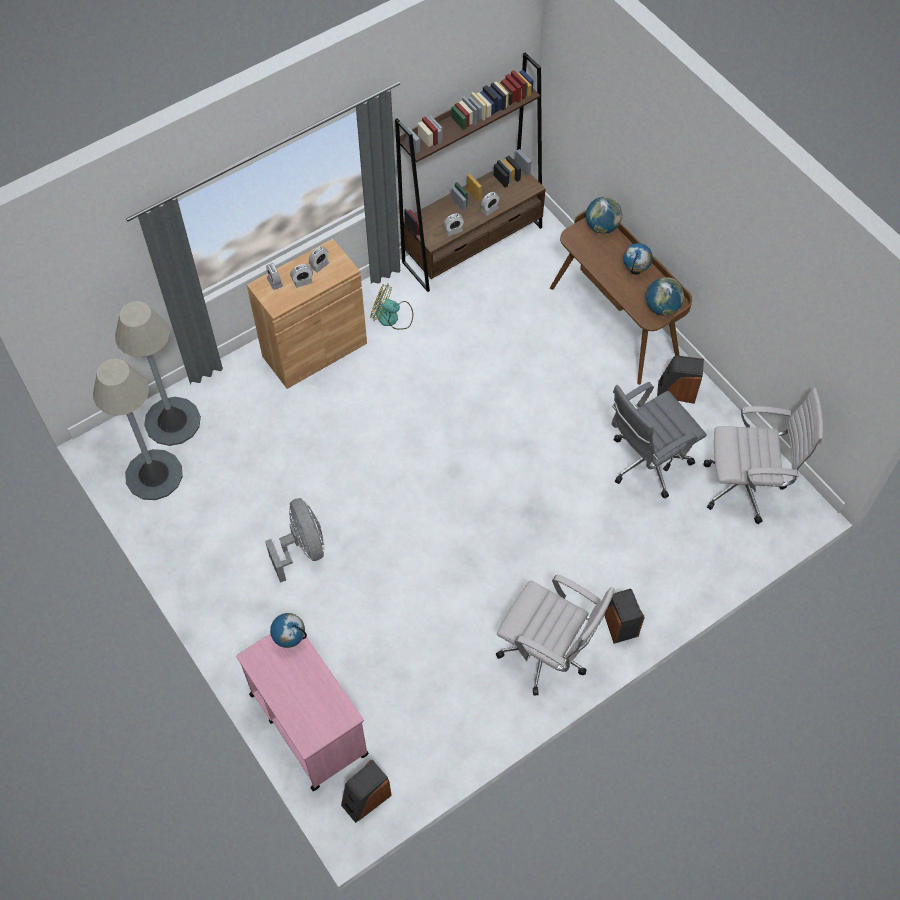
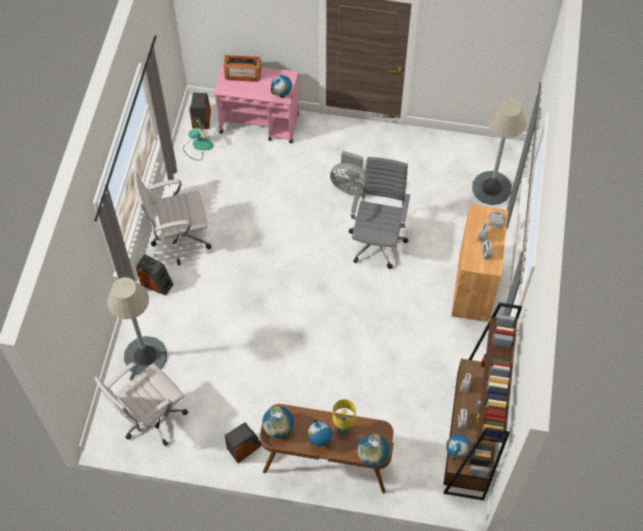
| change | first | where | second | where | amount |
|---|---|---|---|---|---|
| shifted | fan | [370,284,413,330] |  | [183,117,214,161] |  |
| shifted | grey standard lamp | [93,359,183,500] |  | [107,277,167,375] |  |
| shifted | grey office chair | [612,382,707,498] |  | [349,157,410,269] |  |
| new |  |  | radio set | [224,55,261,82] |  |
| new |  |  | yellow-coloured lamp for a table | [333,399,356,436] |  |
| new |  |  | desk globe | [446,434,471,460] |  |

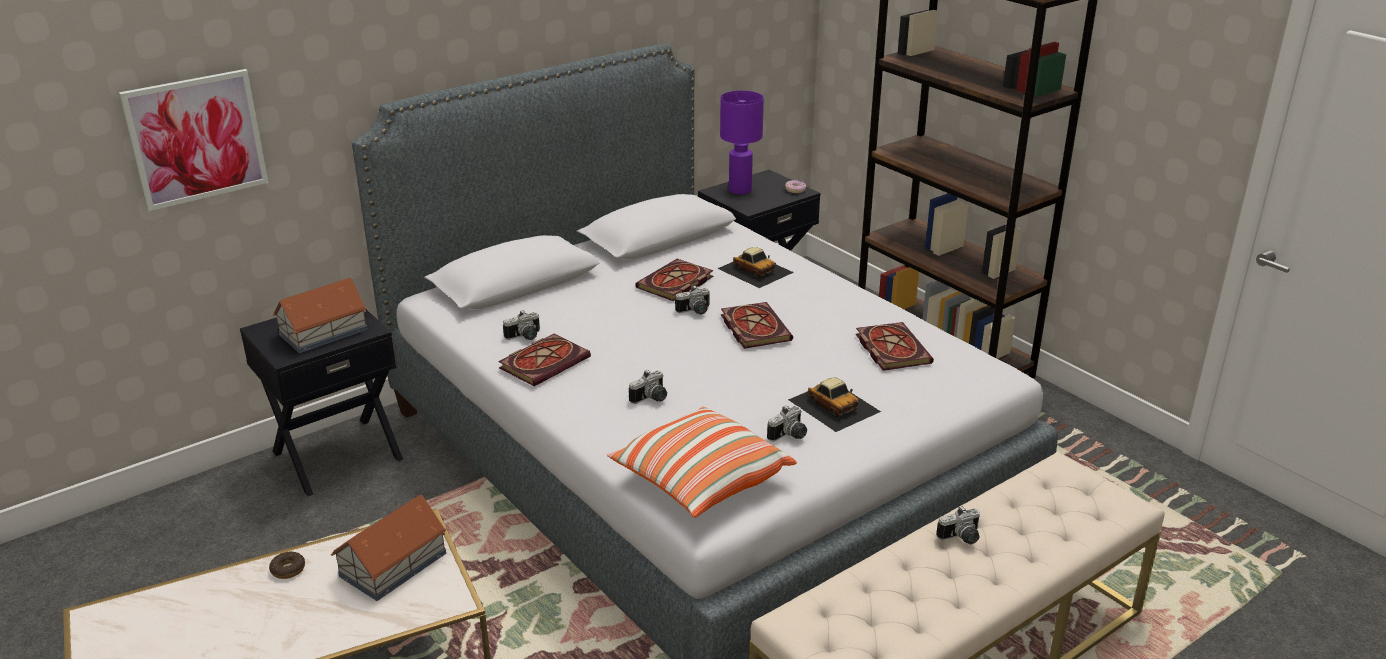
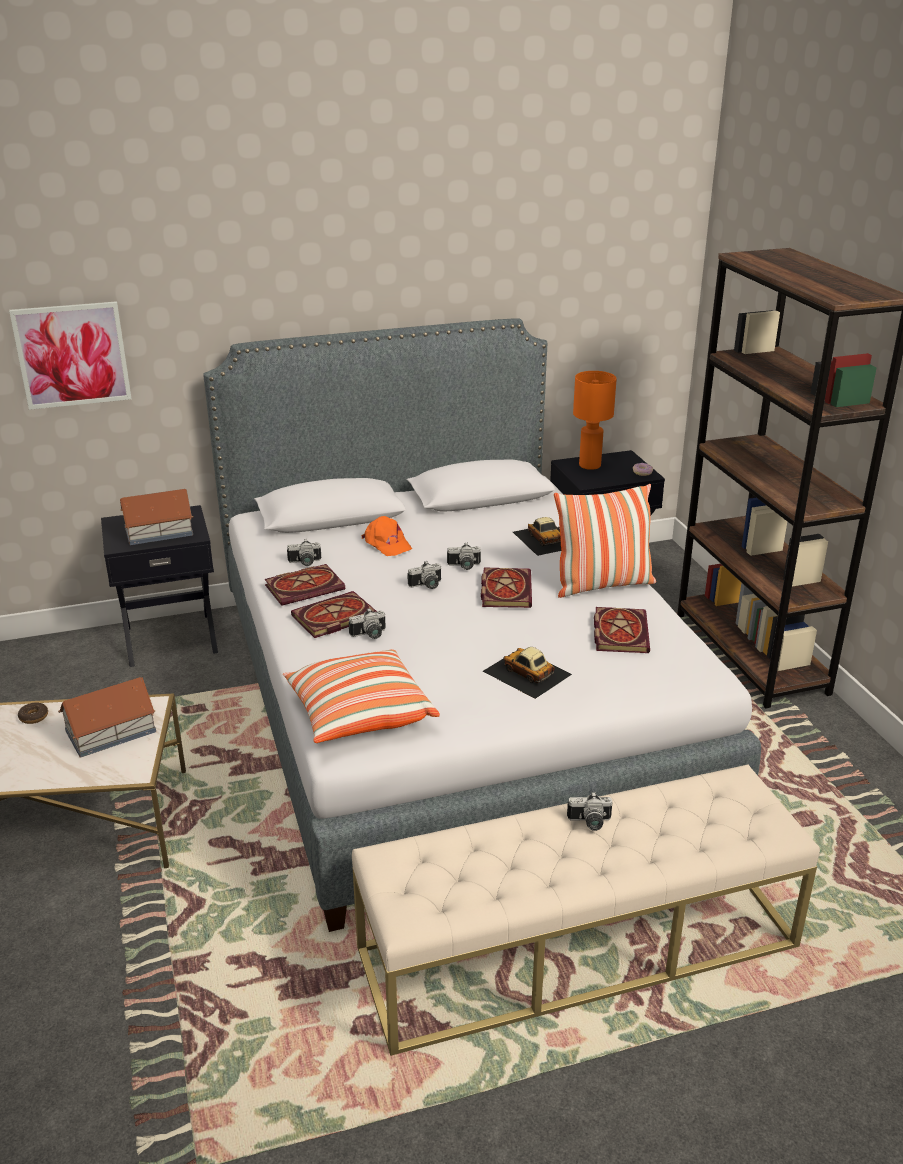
| change | first | where | second | where | amount |
|---|---|---|---|---|---|
| repainted | purple-coloured lamp for a table | [720,90,764,195] | orangey lamp for a table | [573,371,617,470] |  |
| shifted | volume | [635,259,714,301] |  | [291,591,377,638] |  |
| rotated | toy car | [788,377,881,432] |  | [483,647,572,699] | 150 degrees clockwise |
| shifted | photo camera | [767,405,807,442] |  | [408,561,441,589] |  |
| new |  |  | cushion | [554,484,656,598] |  |
| new |  |  | orangey peaked cap | [361,516,412,556] |  |

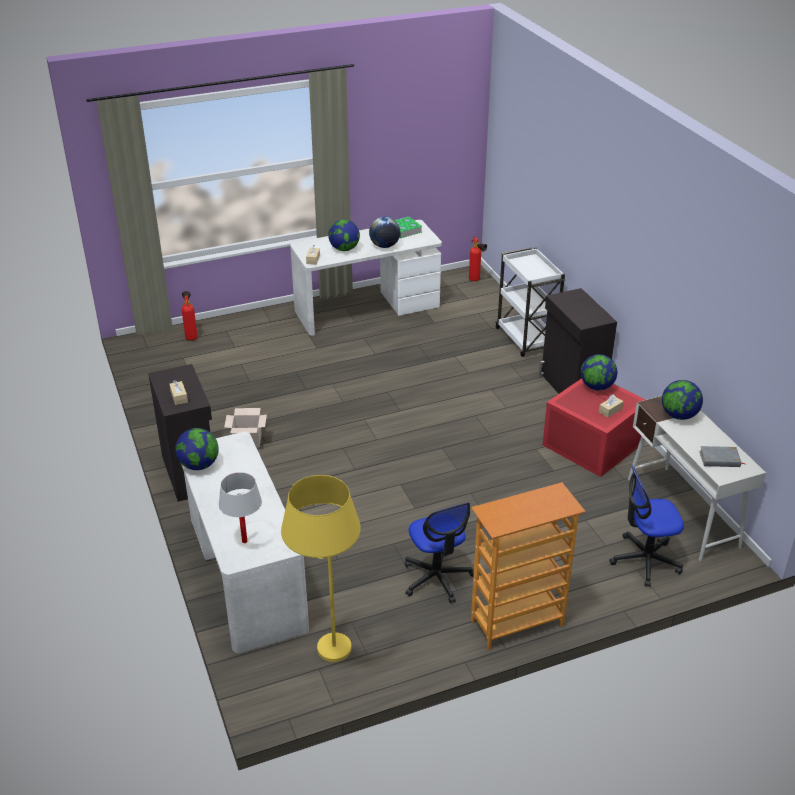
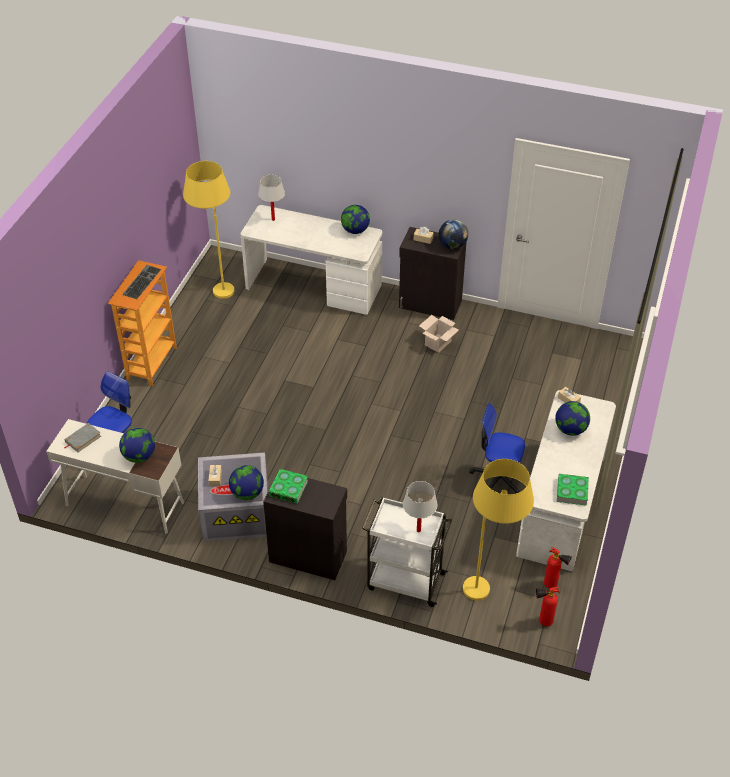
| change | first | where | second | where | amount |
|---|---|---|---|---|---|
| shifted | desk globe | [369,217,400,248] |  | [439,219,468,249] |  |
| shifted | fire extinguisher | [182,291,198,341] |  | [544,547,572,588] |  |
| repainted | reddish storage box | [543,378,646,477] | grey storage box | [198,452,268,542] |  |
| shifted | office chair | [405,502,474,604] |  | [469,403,526,494] |  |
| new |  |  | keyboard | [122,265,161,299] |  |
| new |  |  | yellow-coloured standard lamp | [463,459,534,601] |  |
| new |  |  | volume | [269,469,308,503] |  |
| new |  |  | whitish lamp for a table | [403,481,438,532] |  |

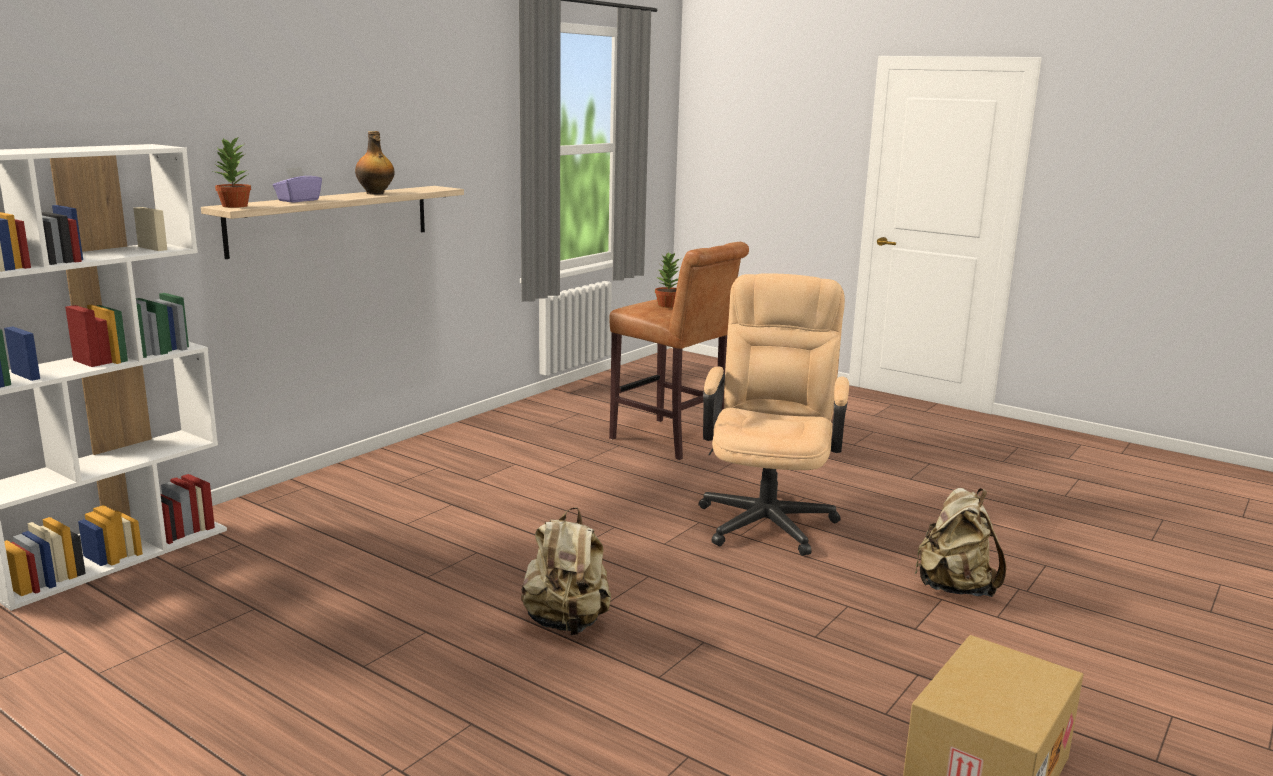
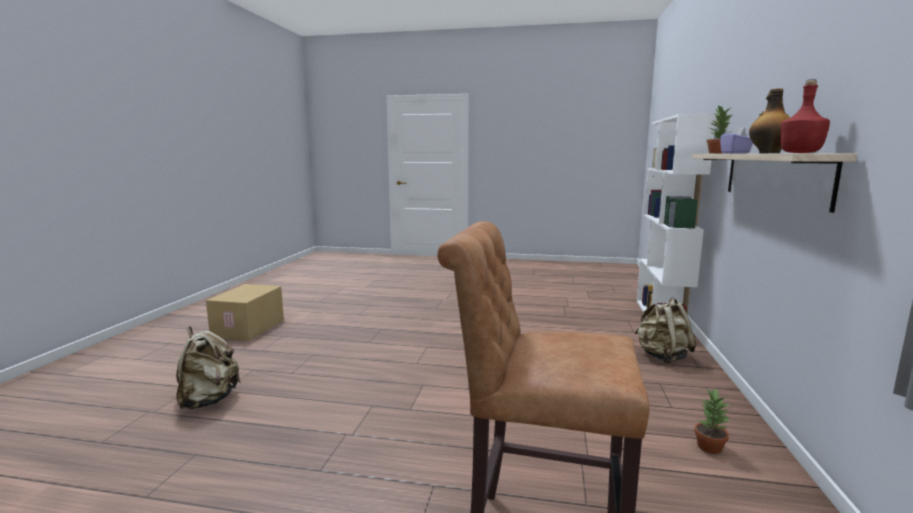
| change | first | where | second | where | amount |
|---|---|---|---|---|---|
| shifted | plant in a pot | [655,253,680,308] |  | [694,388,730,454] |  |
| gone | beige office chair | [699,274,849,556] |  |  |  |
| shifted | beige rucksack | [521,507,611,635] |  | [635,298,697,363] |  |
| new |  |  | reddish drink bottle | [780,79,830,153] |  |

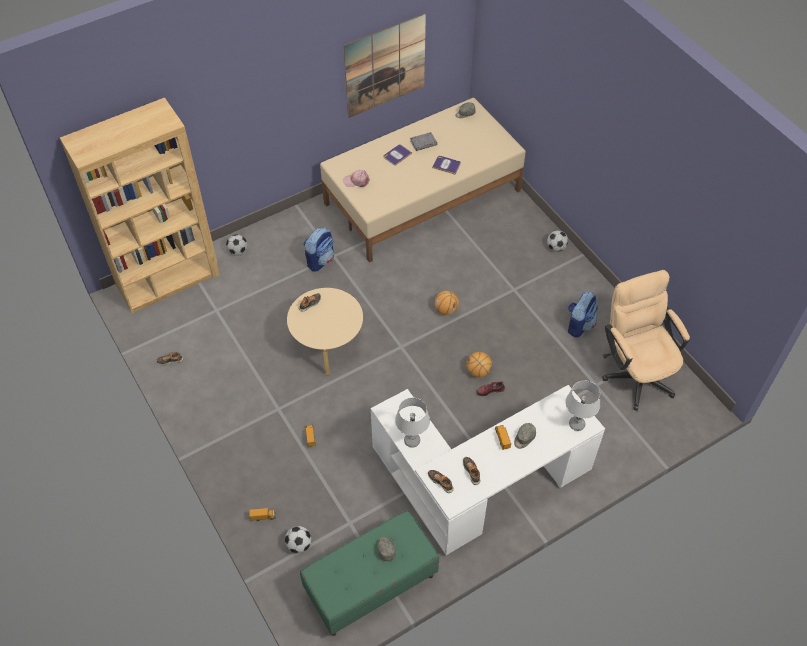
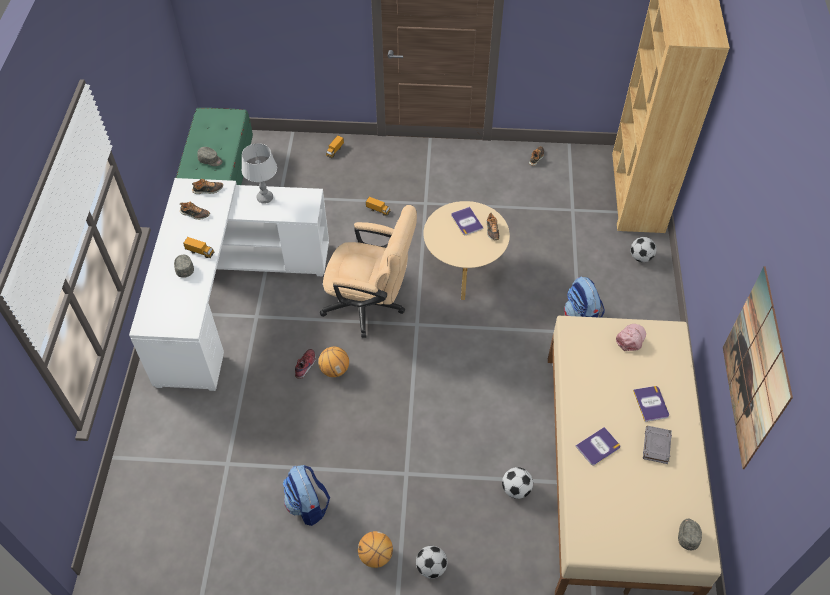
| change | first | where | second | where | amount |
|---|---|---|---|---|---|
| shifted | beige office chair | [602,270,690,411] |  | [320,205,417,338] |  |
| shifted | ball for basketball | [434,291,459,315] |  | [358,531,393,568] |  |
| gone | grey lamp for a table | [566,381,600,431] |  |  |  |
| shifted | football ball | [285,526,311,553] |  | [502,467,533,499] |  |
| new |  |  | volume | [451,207,484,235] |  |

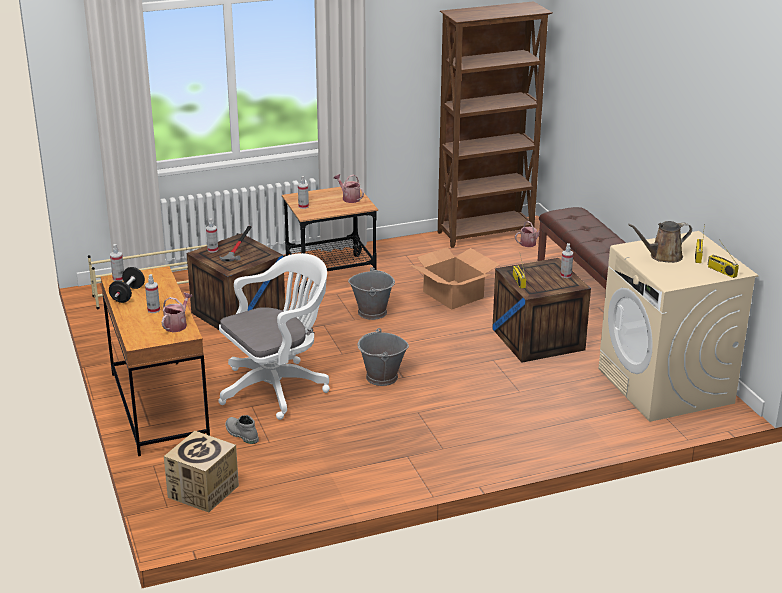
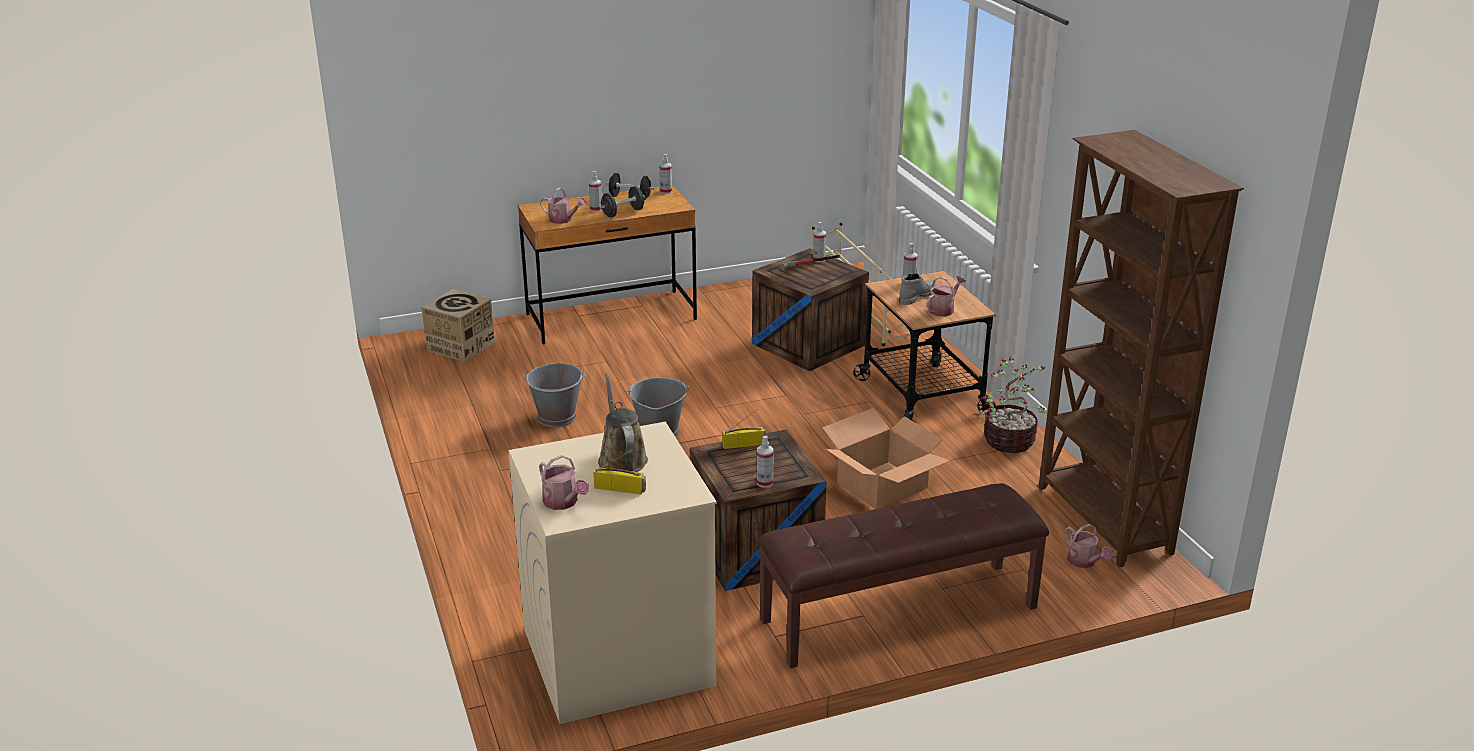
| change | first | where | second | where | amount |
|---|---|---|---|---|---|
| swapped | radio set | [708,239,739,278] | watering pot | [539,455,589,510] |  |
| gone | whitish office chair | [218,253,330,420] |  |  |  |
| shifted | grey bucket | [348,267,395,320] |  | [523,363,585,427] |  |
| shifted | grey tall boot | [225,415,259,444] |  | [899,273,937,305] |  |
| new |  |  | black-coloured dumbbell | [600,186,645,218] |  |
| new |  |  | plant in a pot | [984,357,1048,453] |  |

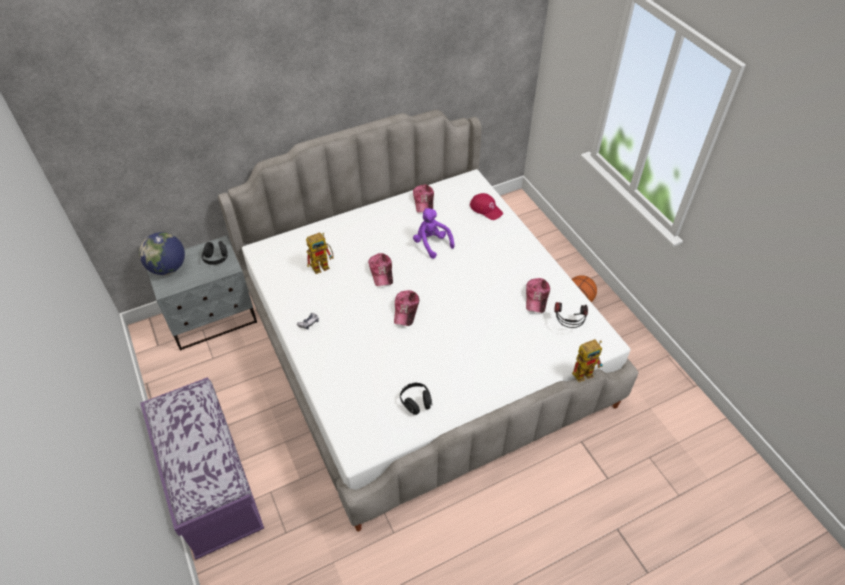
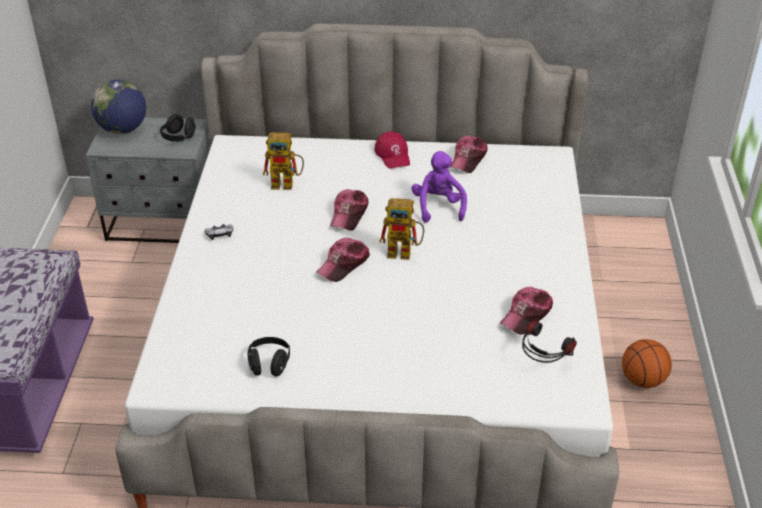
| change | first | where | second | where | amount |
|---|---|---|---|---|---|
| shifted | reddish peaked cap | [470,193,503,220] |  | [374,131,410,169] |  |
| shifted | toy robot | [572,339,603,382] |  | [379,198,424,260] |  |

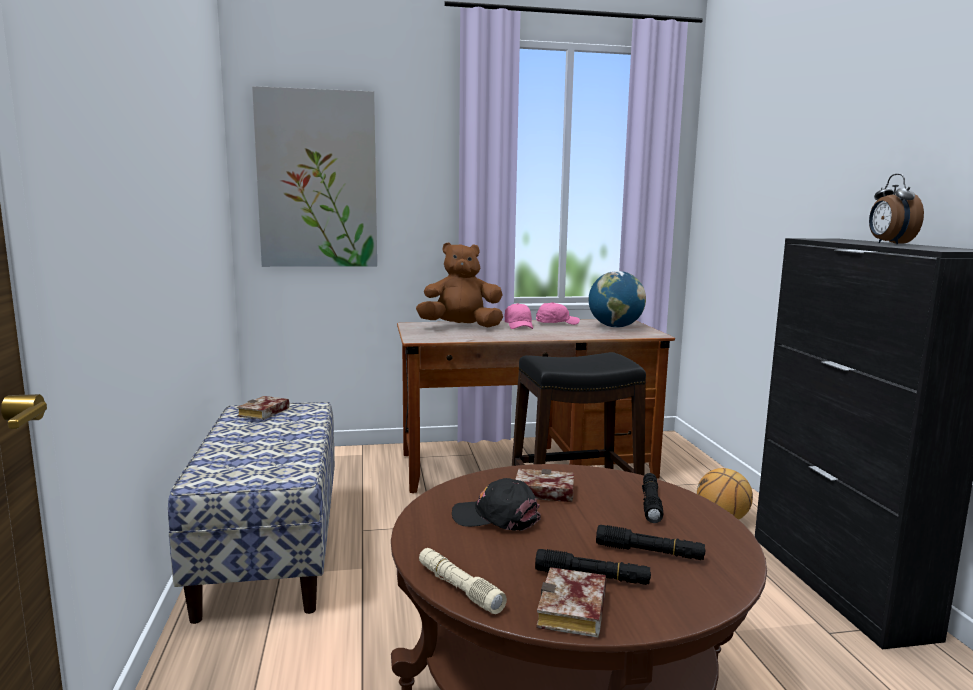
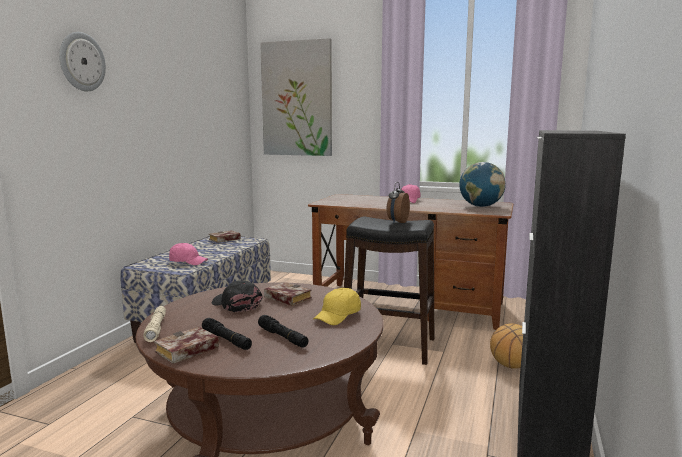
| change | first | where | second | where | amount |
|---|---|---|---|---|---|
| shifted | alarm clock | [869,174,924,245] |  | [386,182,410,224] |  |
| gone | brown-coloured cuddly toy | [416,242,503,328] |  |  |  |
| shifted | pink peaked cap | [536,302,580,325] |  | [169,243,208,265] |  |
| swapped | black-coloured flashlight | [642,473,664,523] | yellow-coloured peaked cap | [313,288,361,325] |  |
| new |  |  | wall clock | [59,32,106,91] |  |

